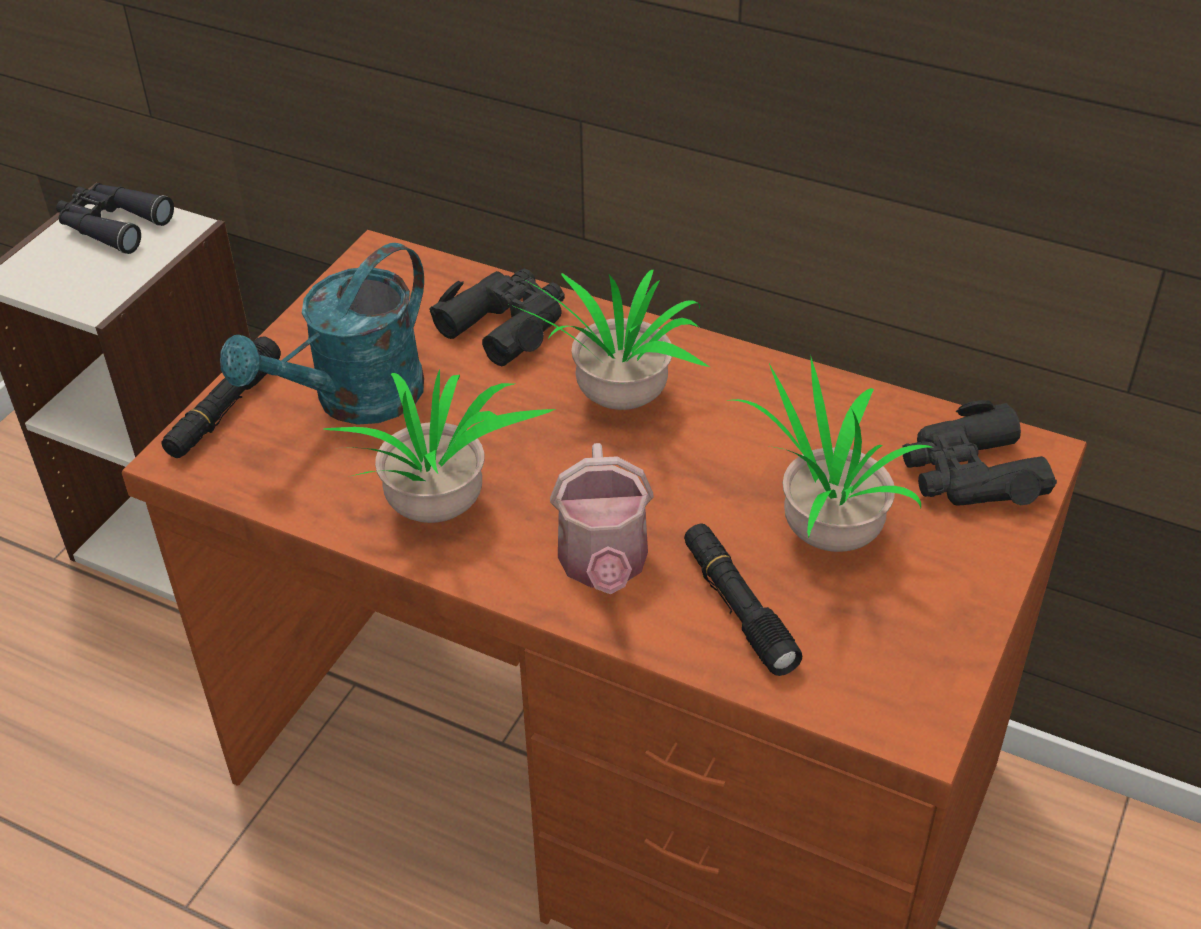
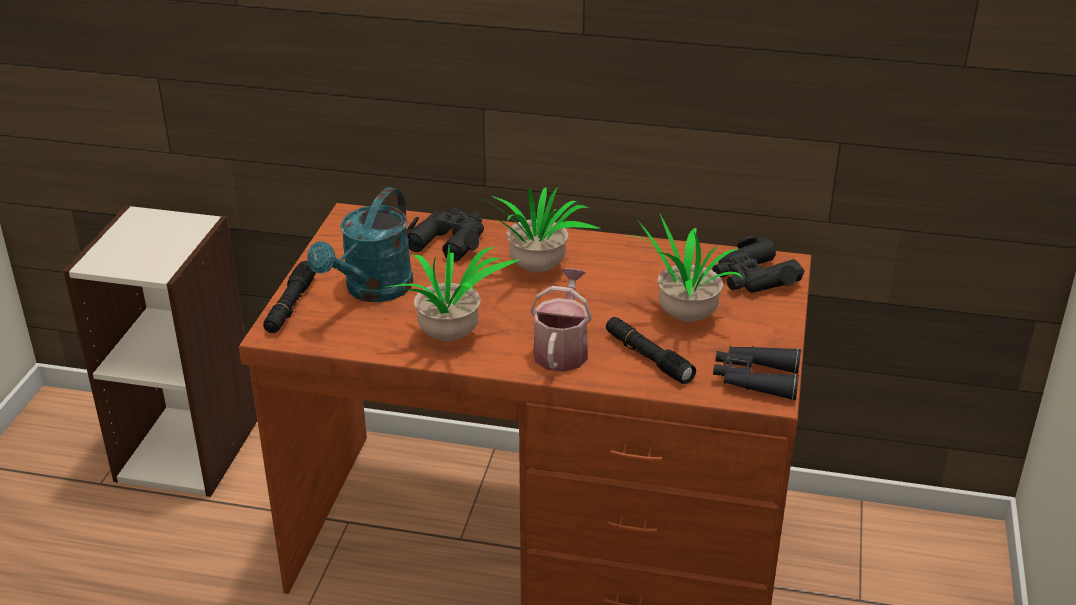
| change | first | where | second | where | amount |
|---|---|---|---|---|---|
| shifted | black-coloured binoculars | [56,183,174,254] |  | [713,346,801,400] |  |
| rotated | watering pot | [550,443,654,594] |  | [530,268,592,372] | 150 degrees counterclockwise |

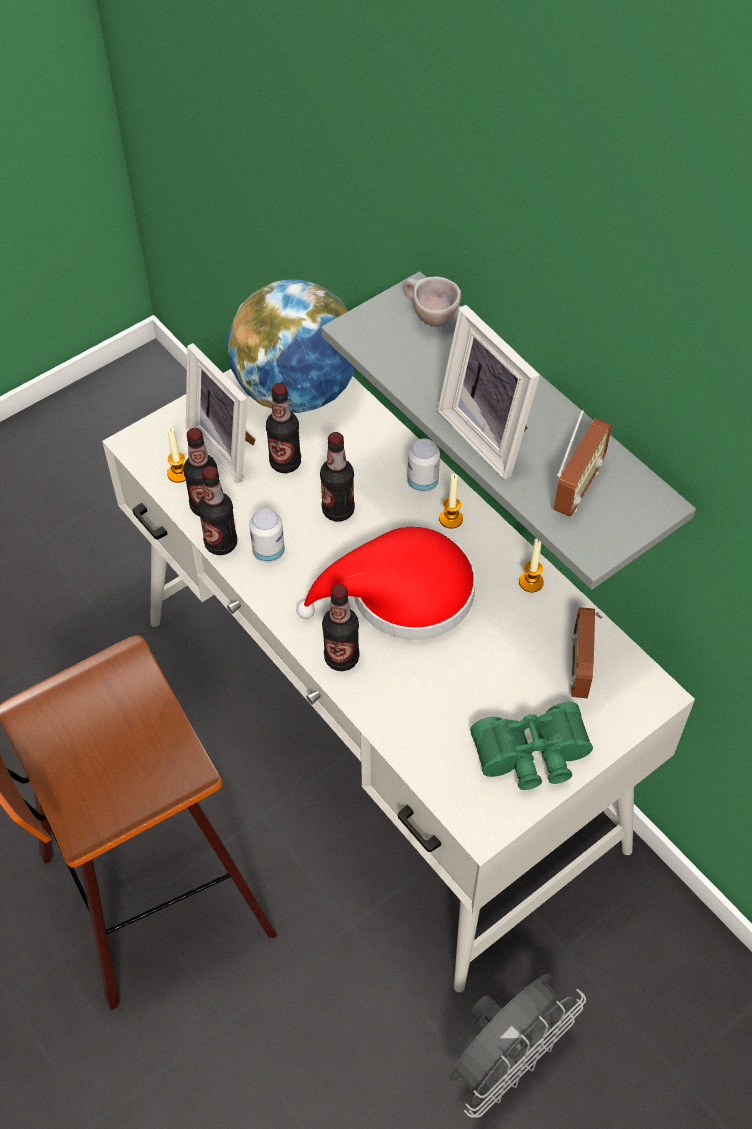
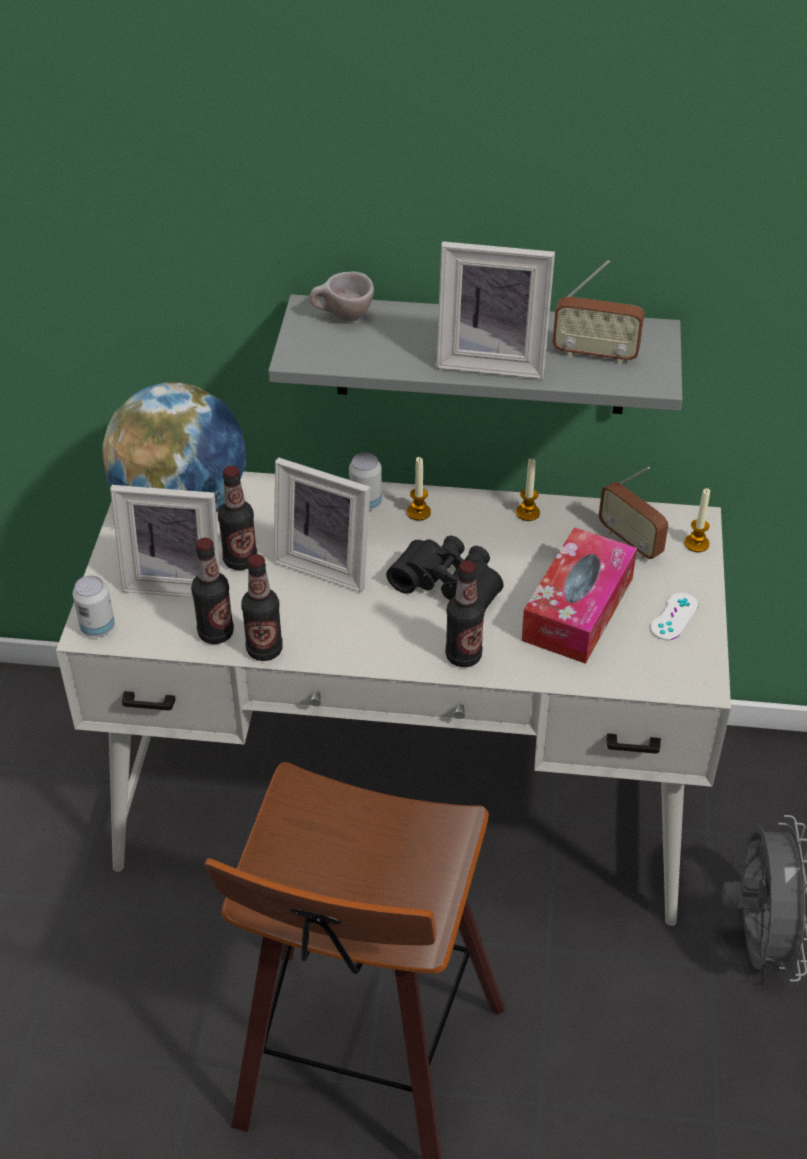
| change | first | where | second | where | amount |
|---|---|---|---|---|---|
| rotated | radio set | [554,410,612,516] |  | [553,260,645,365] | 120 degrees clockwise |
| shifted | wax candle | [167,428,186,483] |  | [684,488,710,552] |  |
| swapped | drink bottle | [320,432,355,521] | photo frame | [274,458,370,592] |  |
| shifted | sealed can | [249,508,285,562] |  | [73,575,115,637] |  |
| swapped | reddish clothing hat | [296,527,476,640] | black-coloured binoculars | [386,536,504,611] |  |
| swapped | green binoculars | [470,702,593,790] | whitish joypad | [650,593,698,640] |  |
| new |  |  | tissue holder | [521,527,637,664] |  |

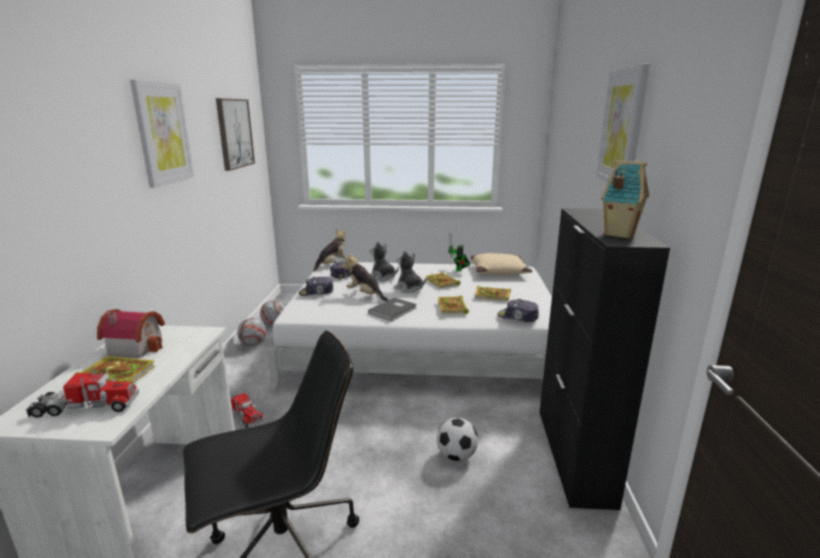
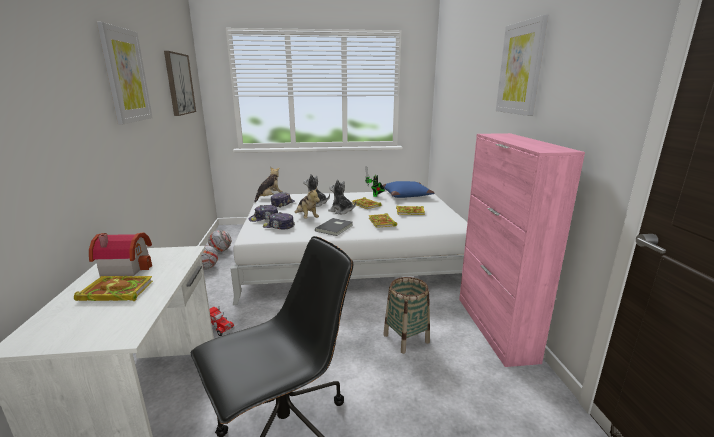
| change | first | where | second | where | amount |
|---|---|---|---|---|---|
| gone | model house | [601,160,649,239] |  |  |  |
| repainted | black-coloured storage cabinet | [540,208,670,510] | pink storage cabinet | [459,133,585,367] |  |
| rotated | cuddly toy | [342,253,388,301] |  | [294,187,320,219] | 150 degrees counterclockwise |
| repainted | beige cushion | [471,253,532,275] | bluish cushion | [382,181,434,198] |  |
| shifted | peaked cap | [497,299,539,322] |  | [263,212,295,230] |  |
| gone | toy lorry | [26,366,139,418] |  |  |  |
| swapped | football ball | [437,418,478,461] | storage basket | [383,277,430,354] |  |

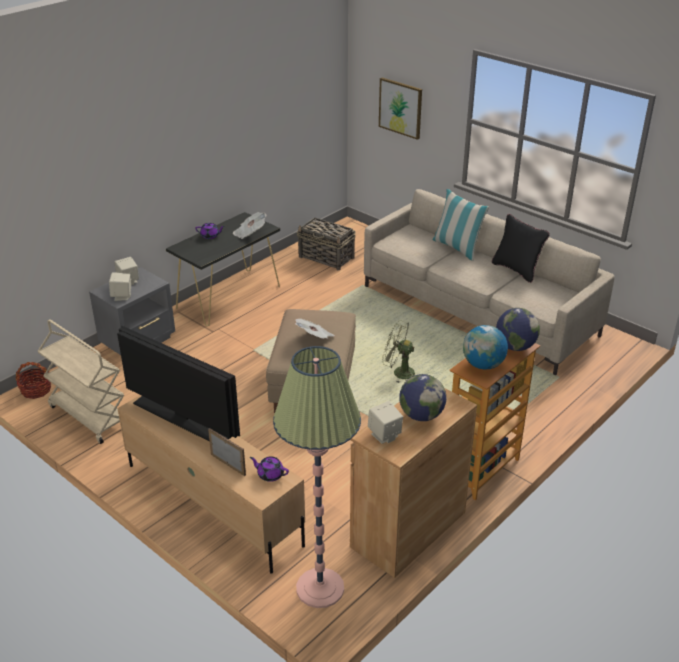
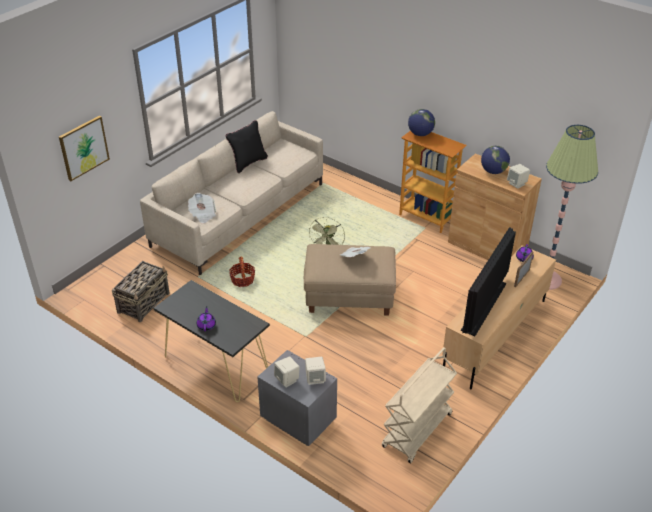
| change | first | where | second | where | amount |
|---|---|---|---|---|---|
| gone | cushion | [433,189,490,261] |  |  |  |
| shifted | newspaper | [233,212,267,239] |  | [188,193,216,224] |  |
| gone | desk globe | [463,325,508,370] |  |  |  |
| shifted | storage basket | [16,362,51,399] |  | [229,256,255,287] |  |

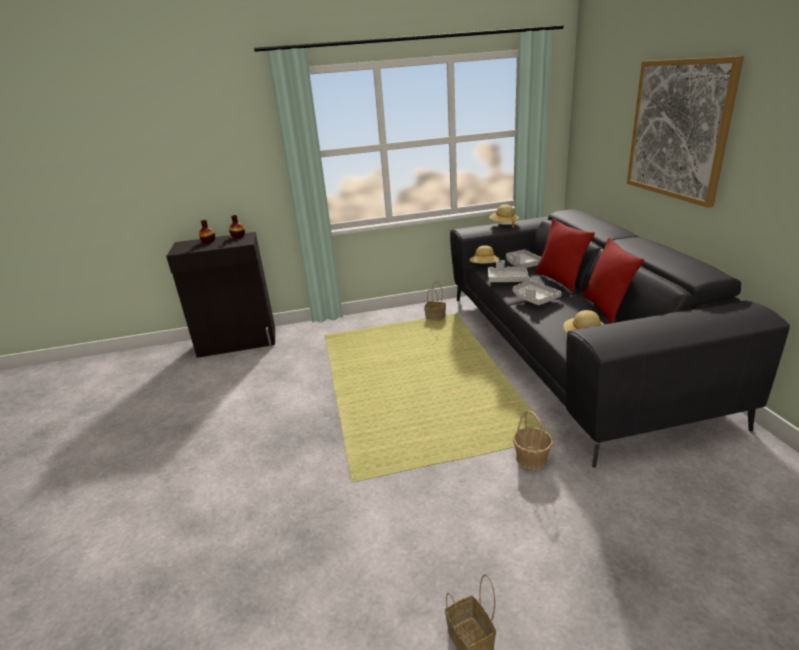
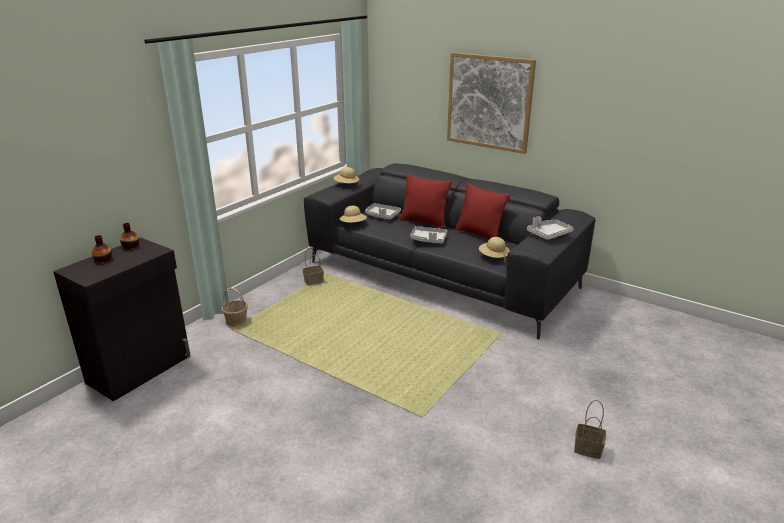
| change | first | where | second | where | amount |
|---|---|---|---|---|---|
| shifted | grey tray | [488,260,529,282] |  | [527,216,573,240] |  |
| shifted | storage basket | [513,410,553,470] |  | [221,288,248,327] |  |

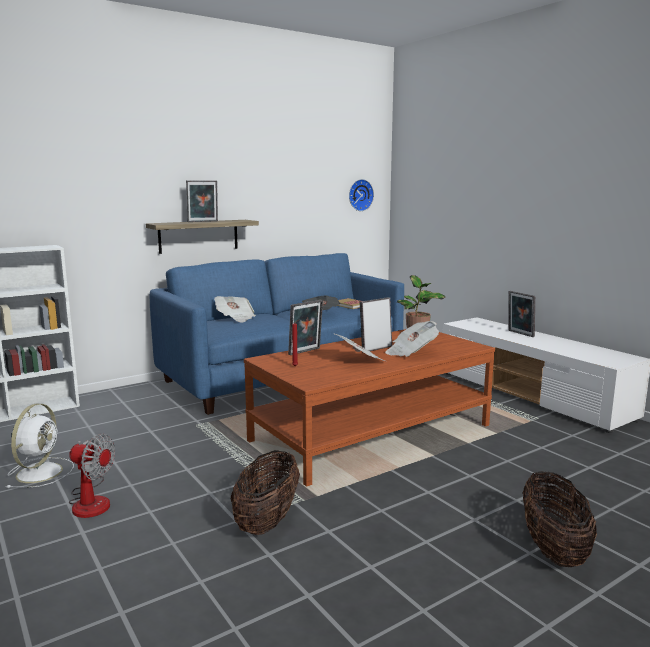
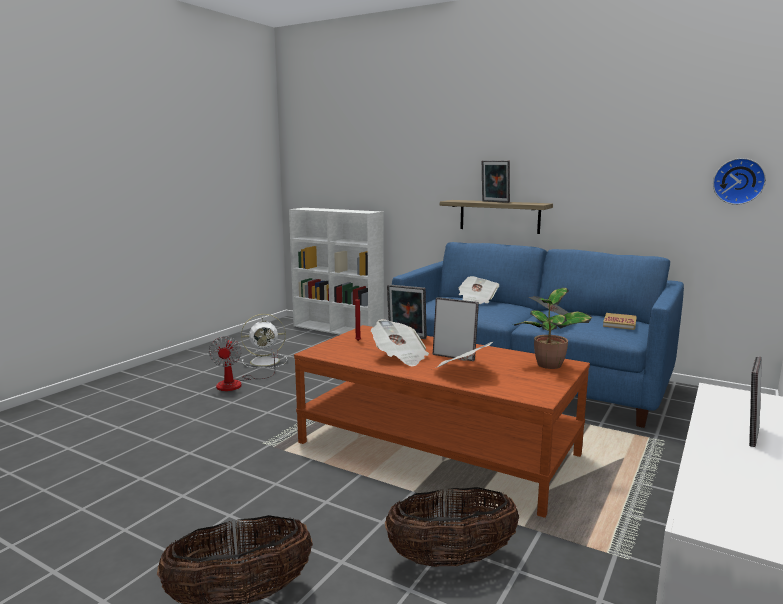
| change | first | where | second | where | amount |
|---|---|---|---|---|---|
| shifted | storage basket | [231,450,300,535] |  | [385,487,519,567] |  |

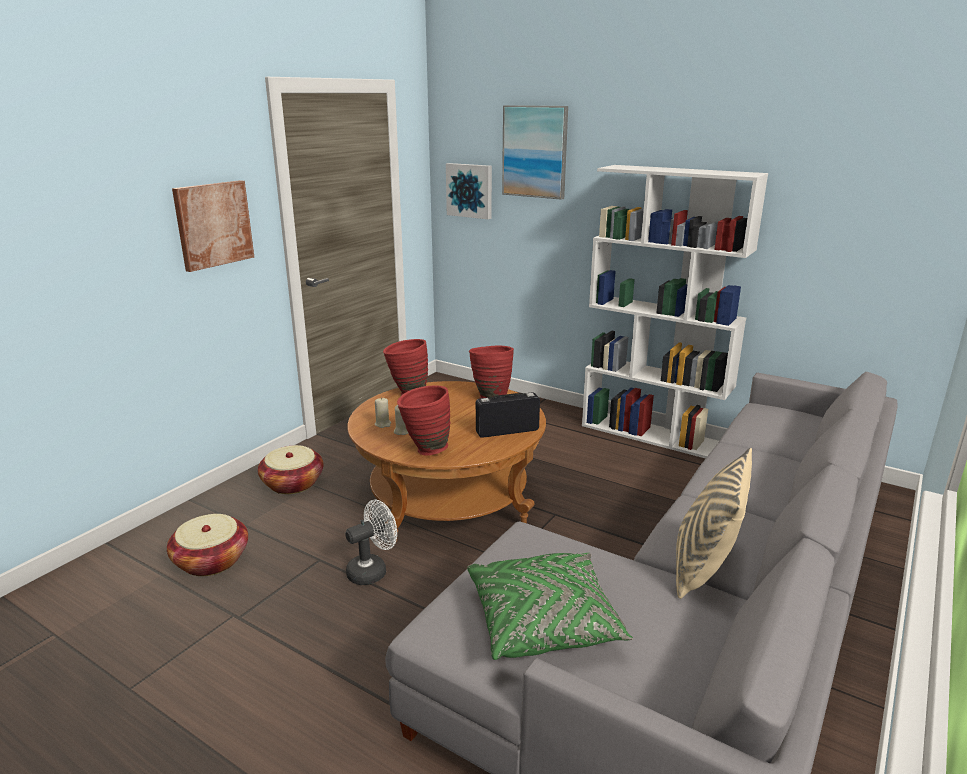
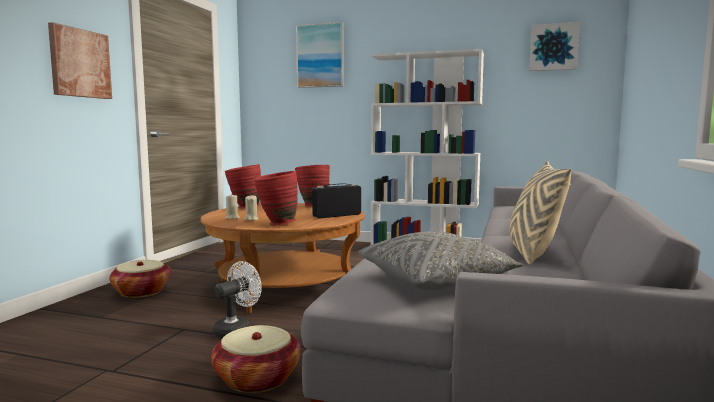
| change | first | where | second | where | amount |
|---|---|---|---|---|---|
| shifted | wall picture | [446,163,492,219] |  | [529,22,580,71] |  |
| shifted | storage basket | [167,514,248,576] |  | [211,325,301,393] |  |
| repainted | green cushion | [467,553,633,660] | grey cushion | [358,231,524,290] |  |

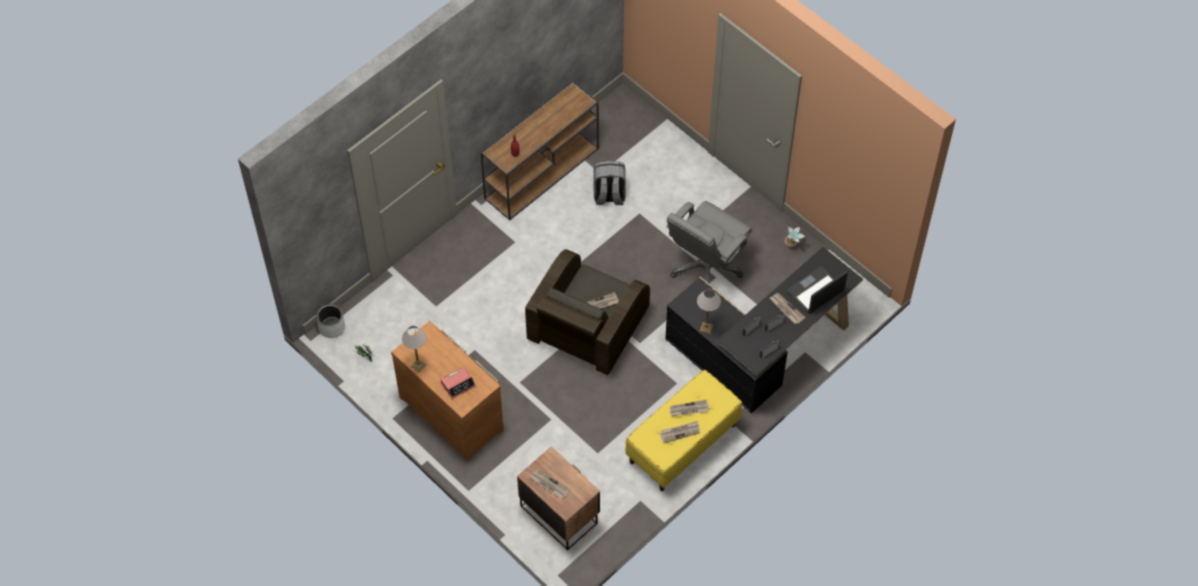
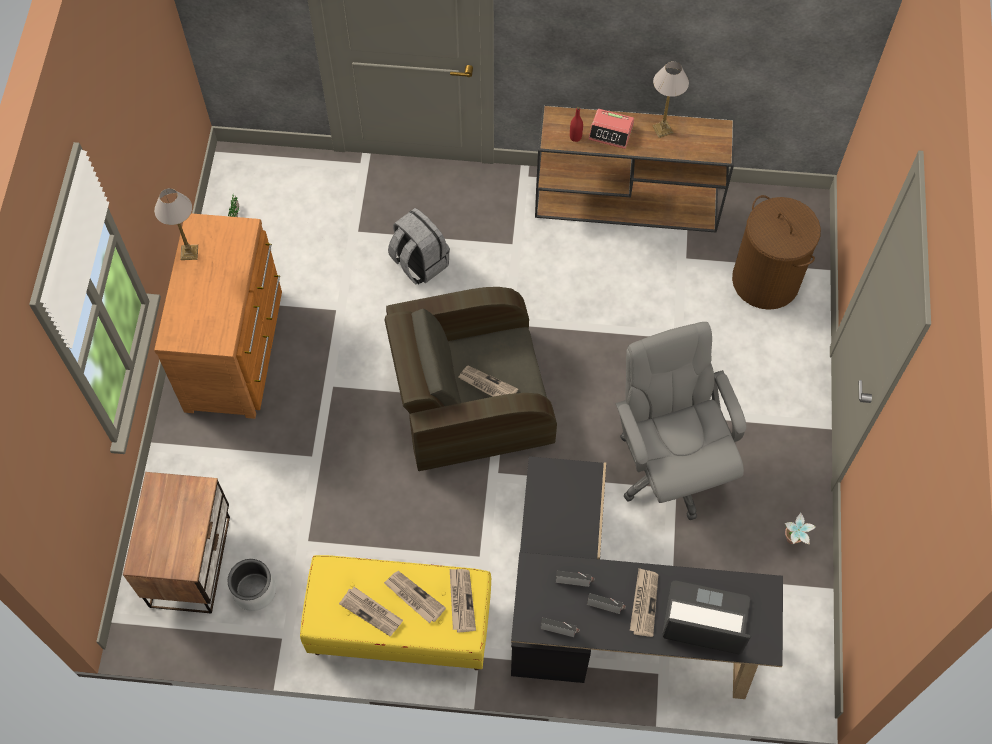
| change | first | where | second | where | amount |
|---|---|---|---|---|---|
| shifted | grey rucksack | [593,161,626,205] |  | [388,208,450,285] |  |
| rotated | grey office chair | [667,201,752,284] |  | [615,322,746,520] | 75 degrees clockwise |
| shifted | lamp for a table | [697,288,721,334] |  | [652,61,689,138] |  |
| shifted | grey flower pot | [316,304,345,338] |  | [228,559,276,611] |  |
| shifted | alarm clock | [441,366,475,399] |  | [589,109,634,149] |  |
| shifted | newspaper | [530,470,571,499] |  | [450,569,476,632] |  |
| new |  |  | brown-coloured laundry basket | [732,195,821,310] |  |

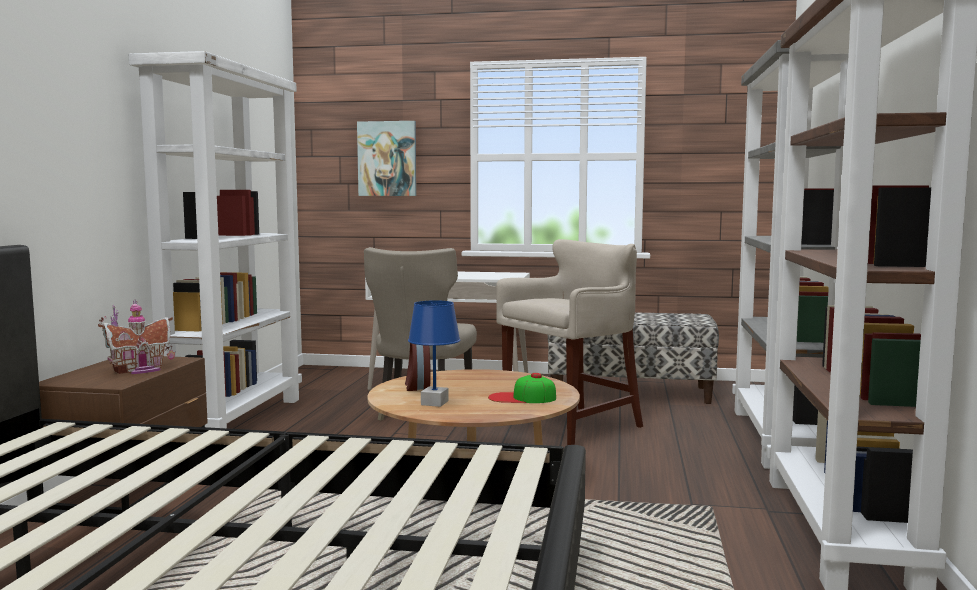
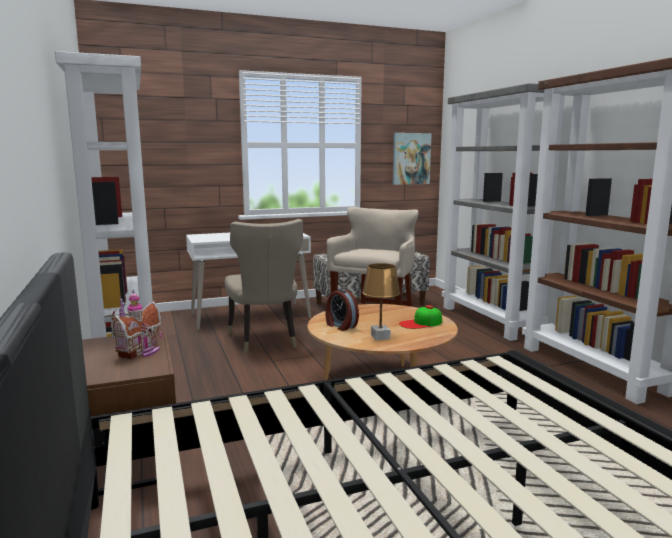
| change | first | where | second | where | amount |
|---|---|---|---|---|---|
| shifted | wall picture | [357,121,417,196] |  | [393,133,432,185] |  |
| repainted | bluish lamp for a table | [408,300,460,407] | brown-coloured lamp for a table | [362,263,400,340] |  |

